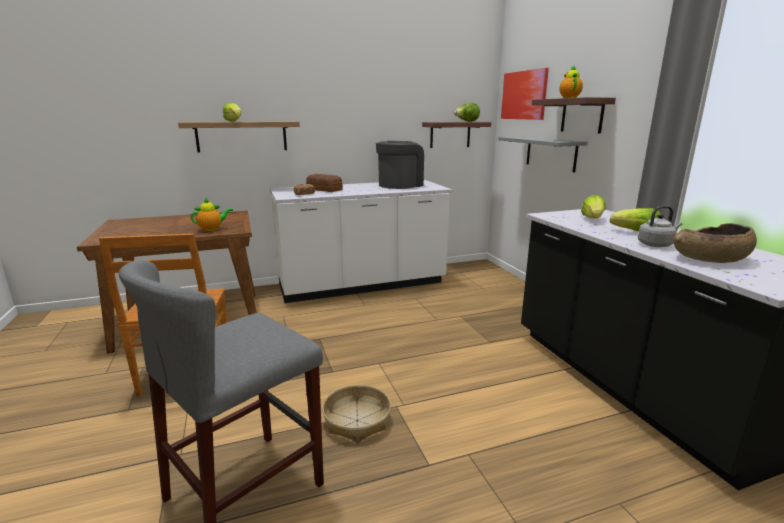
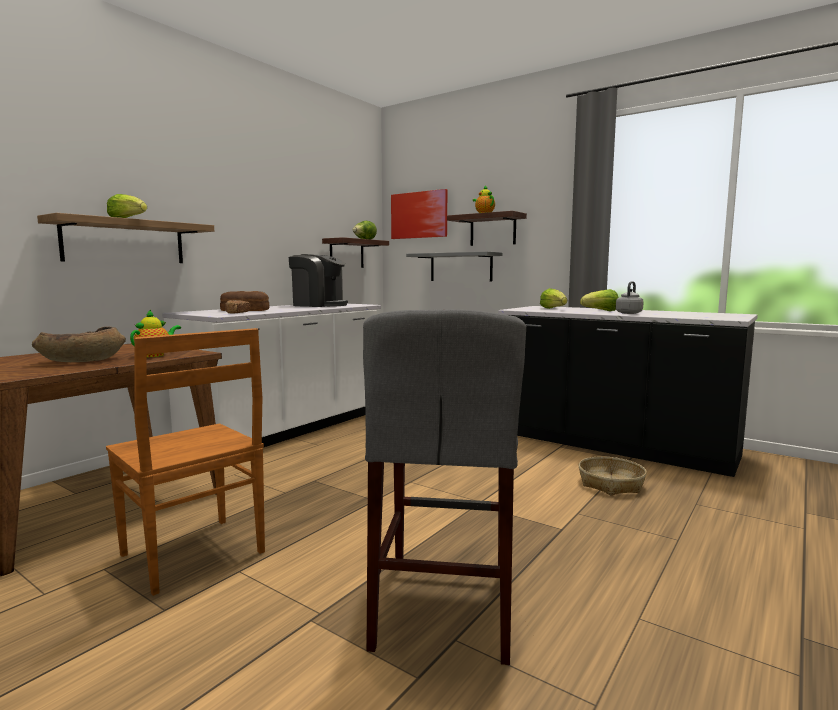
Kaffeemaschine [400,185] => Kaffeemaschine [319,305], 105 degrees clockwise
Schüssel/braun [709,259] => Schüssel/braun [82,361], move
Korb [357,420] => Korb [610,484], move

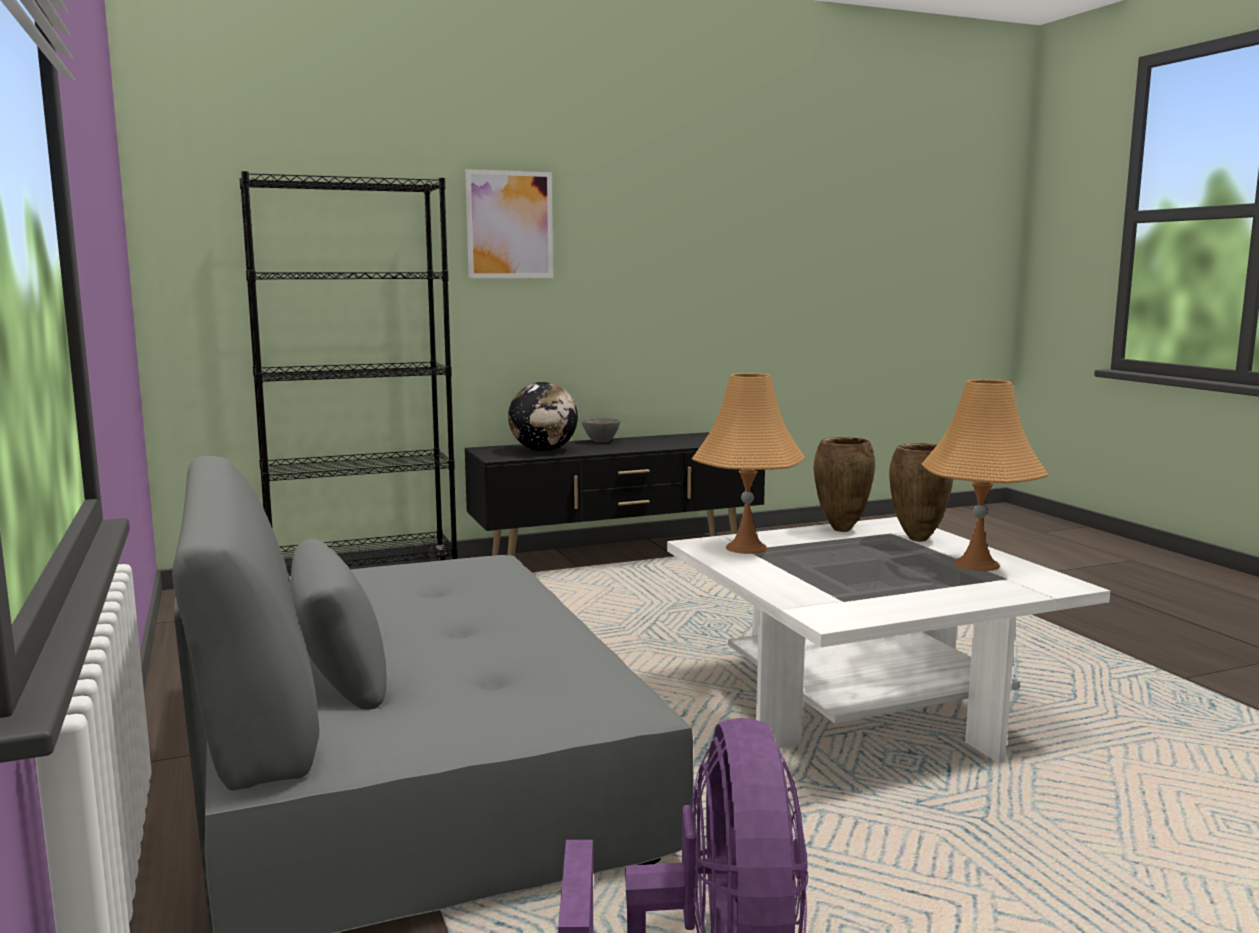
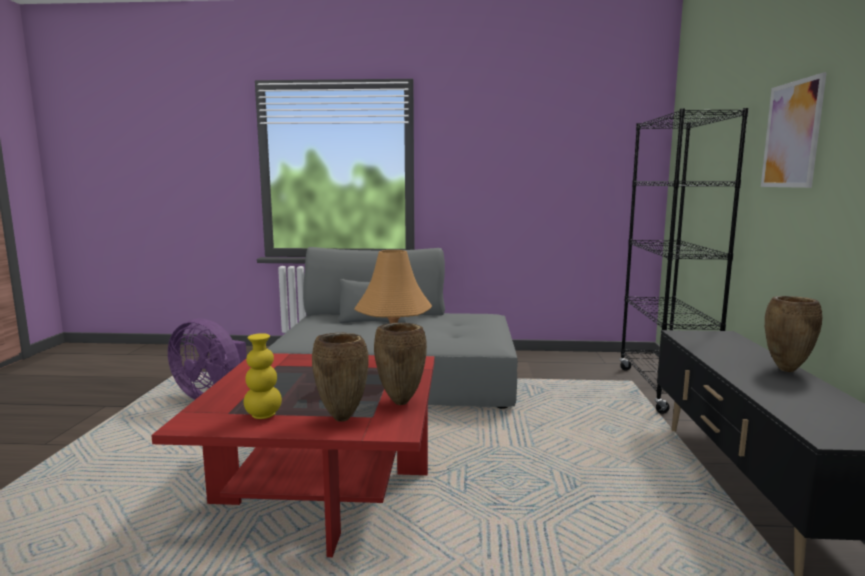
Tischlampe/orange [977,564] => Vase/gelb [263,415]
Globus [543,450] => nothing
Schüssel/grau [600,441] => Vase/braun [785,370]
Couchtisch/weiß [863,708] => Couchtisch/rot [323,488]

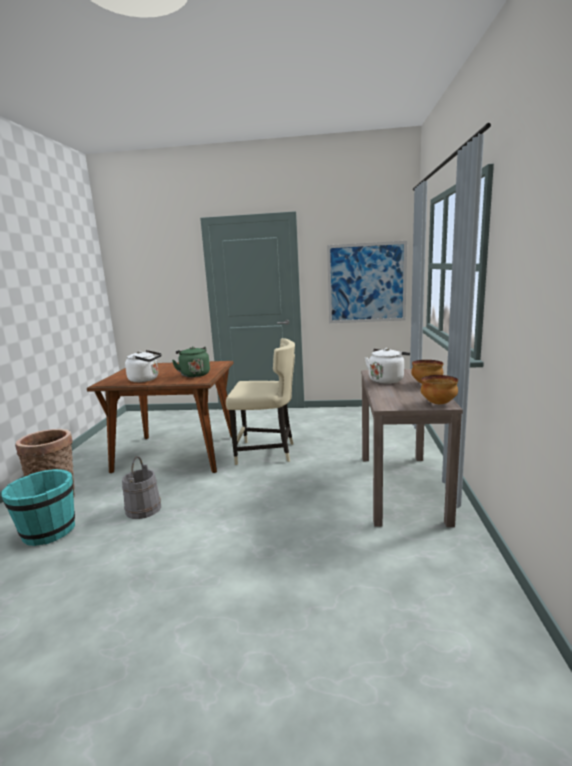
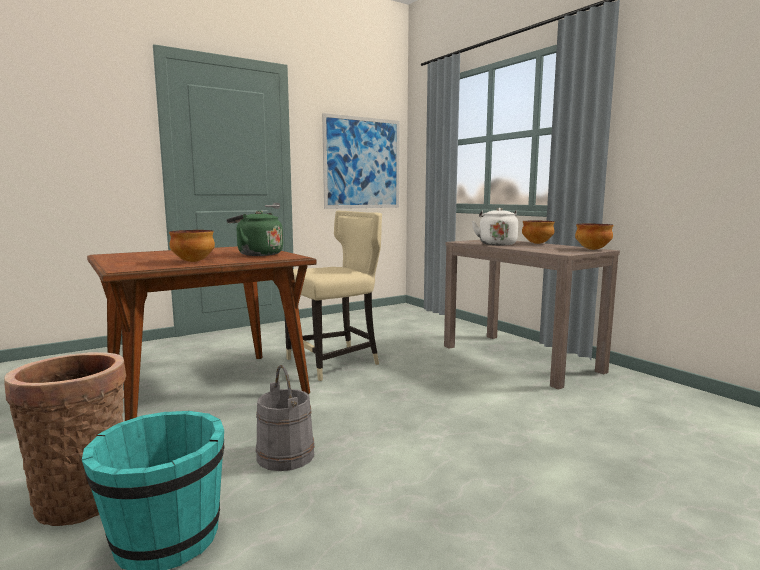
Wasserkessel/weiß [146,379] => Schüssel [194,261]

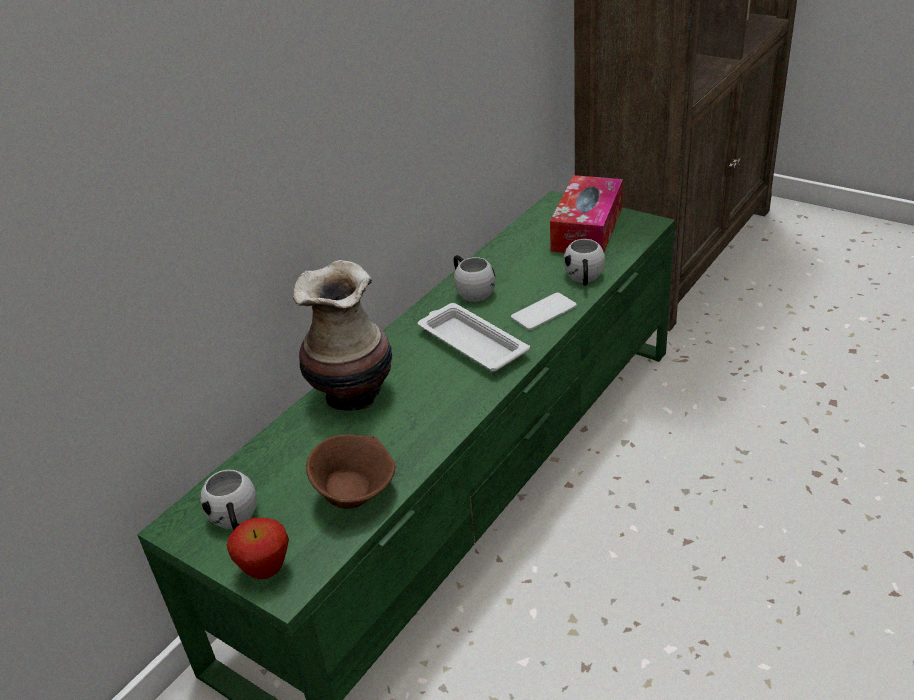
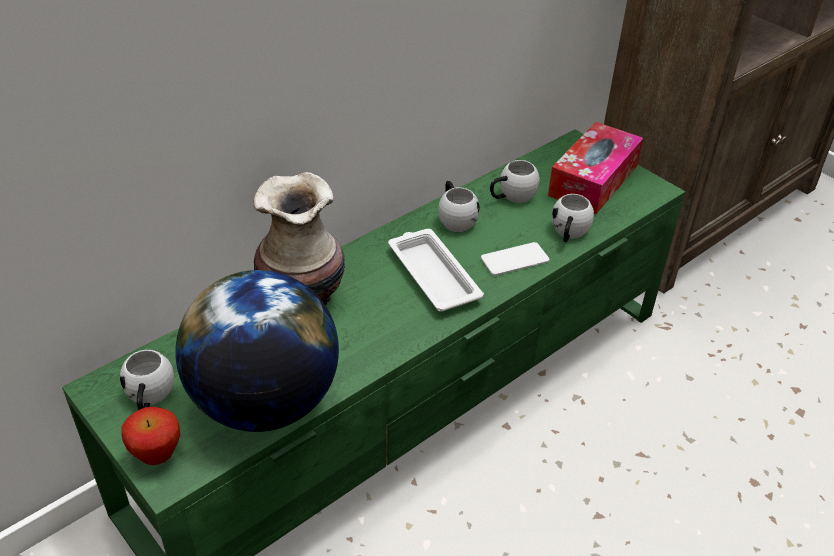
Schüssel/braun [355,495] => Globus [265,403]
nothing => Henkelbecher/weiß [511,197]

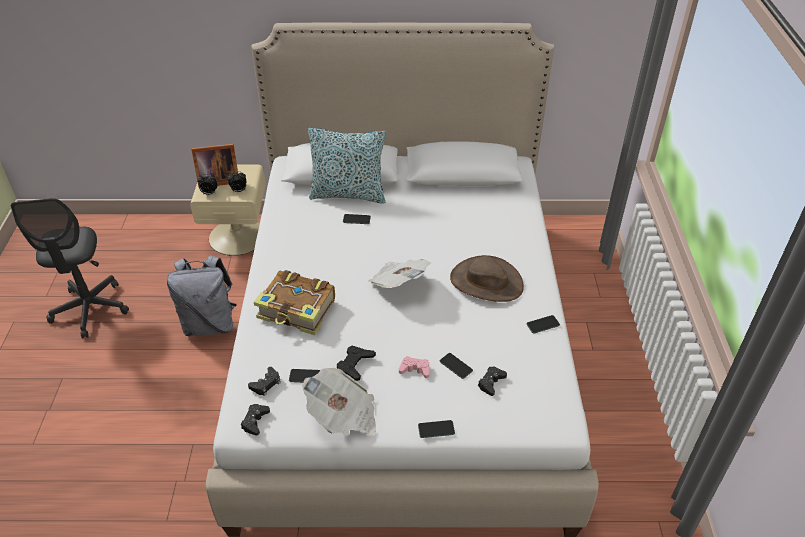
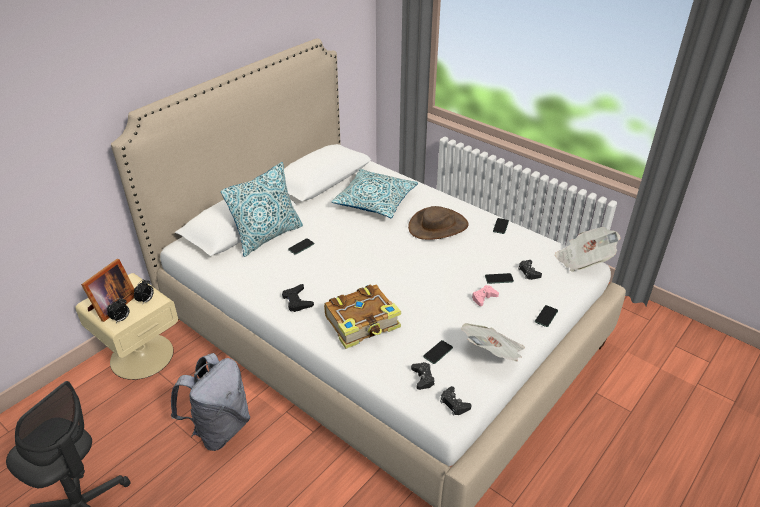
Zeitung [399,284] => Zeitung [583,260], move
Gamepad/schwarz [355,365] => Gamepad/schwarz [297,301], move
nothing => Kissen [375,201]

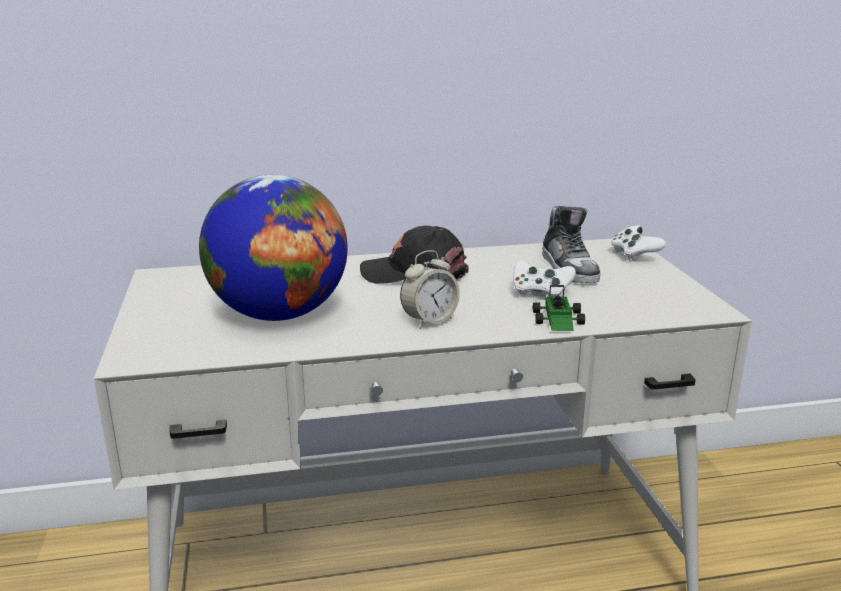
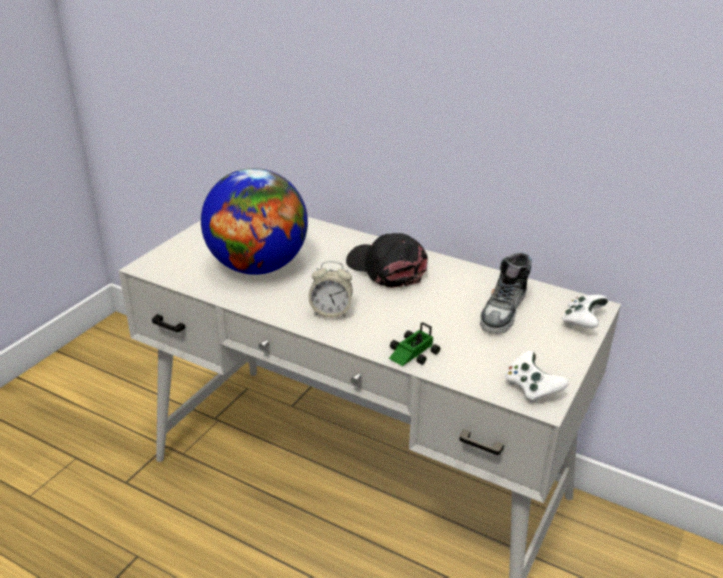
Gamepad/weiß [540,294] => Gamepad/weiß [531,389], move

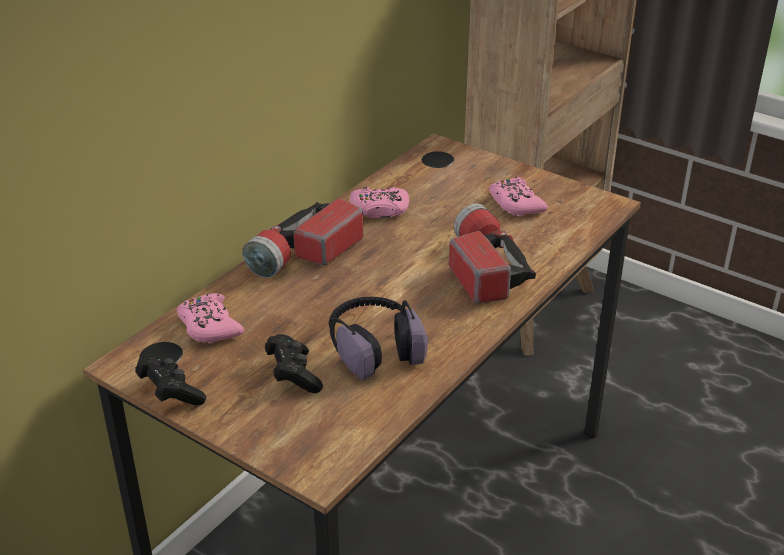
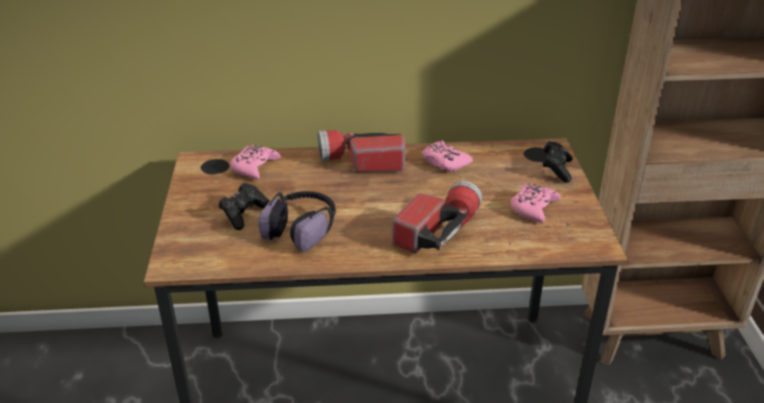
Gamepad/schwarz [170,392] => Gamepad/schwarz [556,169], move

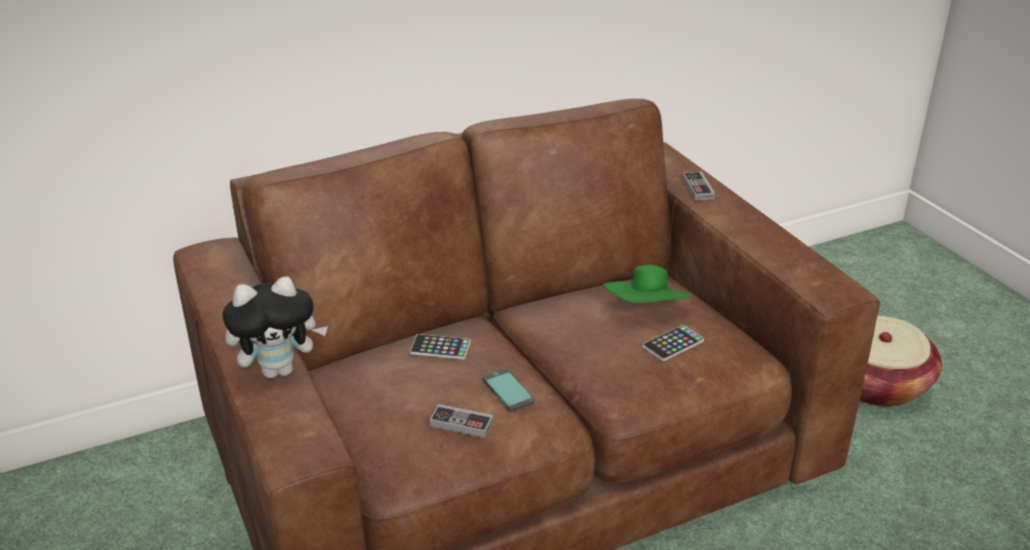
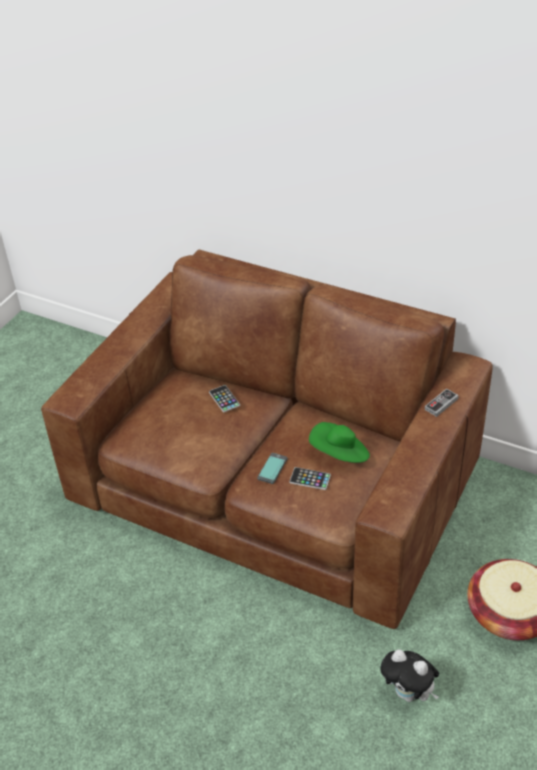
Plüschtier [279,370] => Plüschtier [409,693], move
Handy [507,391] => Handy [272,469], move
Gamepad [461,424] => nothing

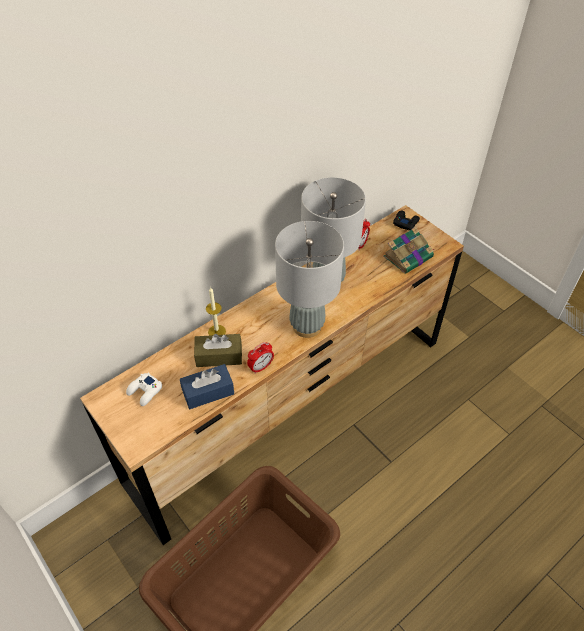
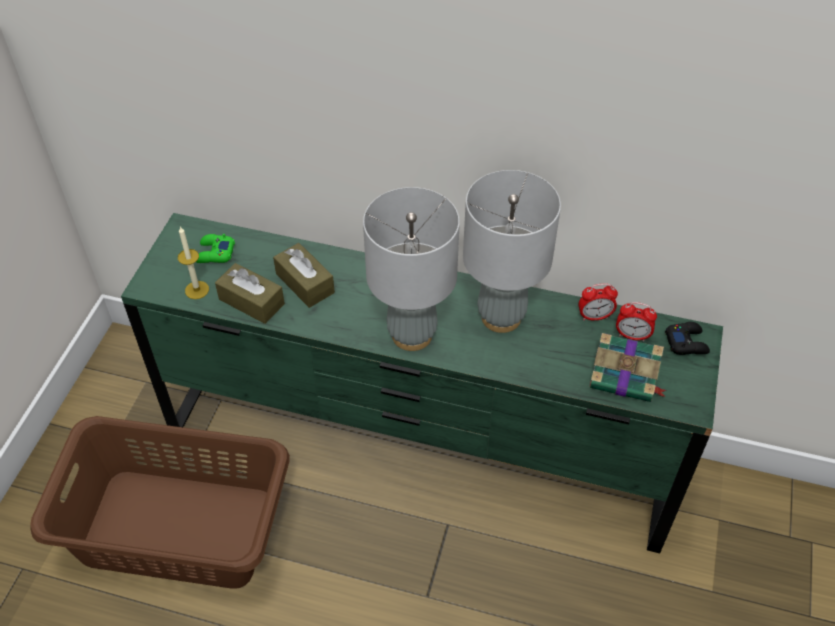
Kommode/braun [291,408] => Kommode/grün [417,446]
Kerze [217,331] => Kerze [197,290], move
Wecker [261,367] => Wecker [632,336], move
Taschentuchbox/blau [208,392] => Taschentuchbox/braun [251,301]
Gamepad/weiß [145,391] => Gamepad/grün [215,253]

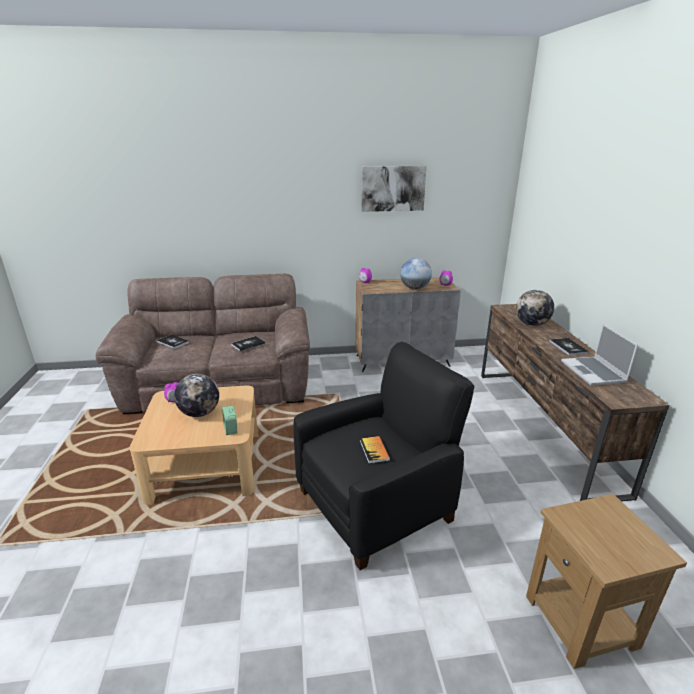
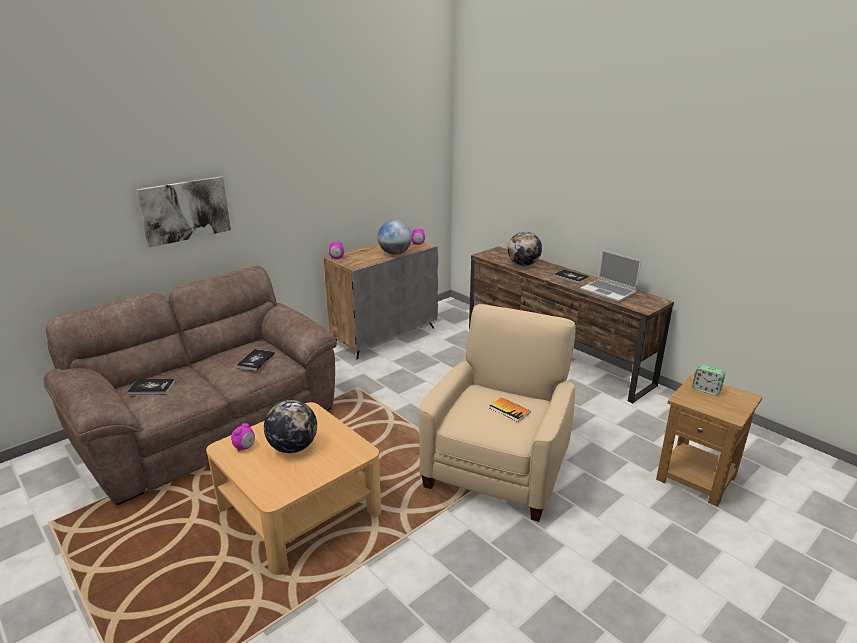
Bild [393,188] => Bild [185,210], move
Sessel/schwarz [377,504] => Sessel/beige [498,468]
Wecker [230,429] => Wecker [706,390], move

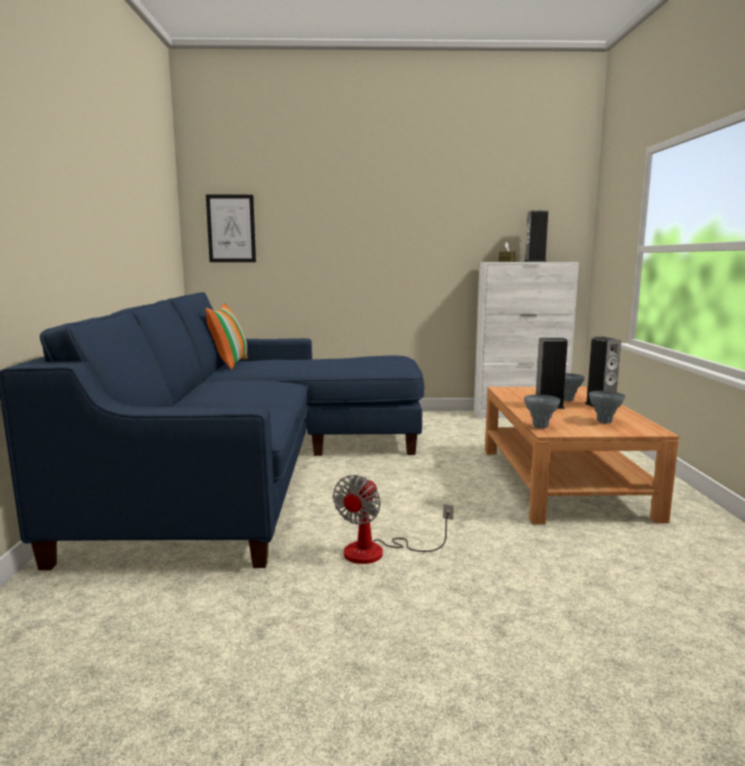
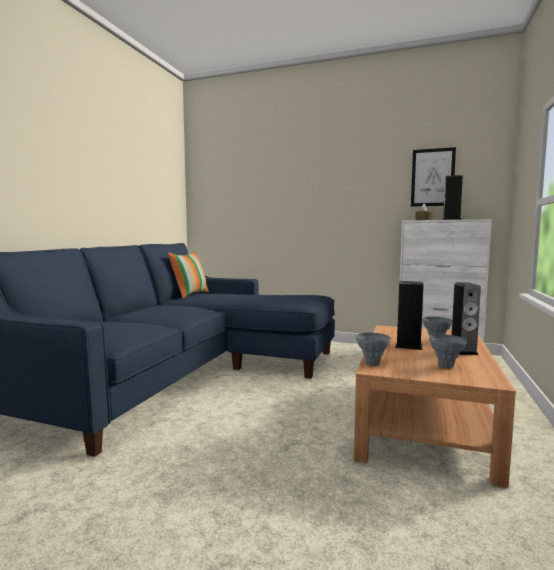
Bild [231,228] => Bild [432,177], move
Ventilator [378,552] => nothing

